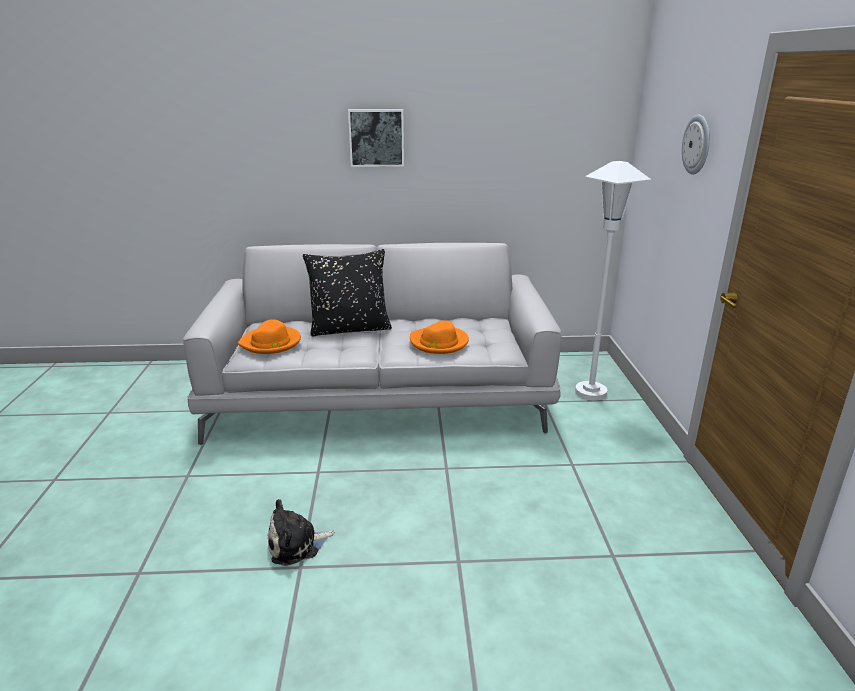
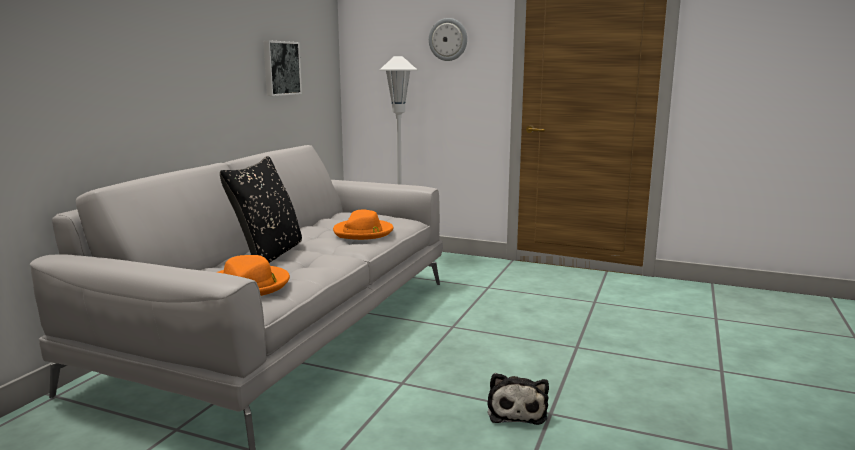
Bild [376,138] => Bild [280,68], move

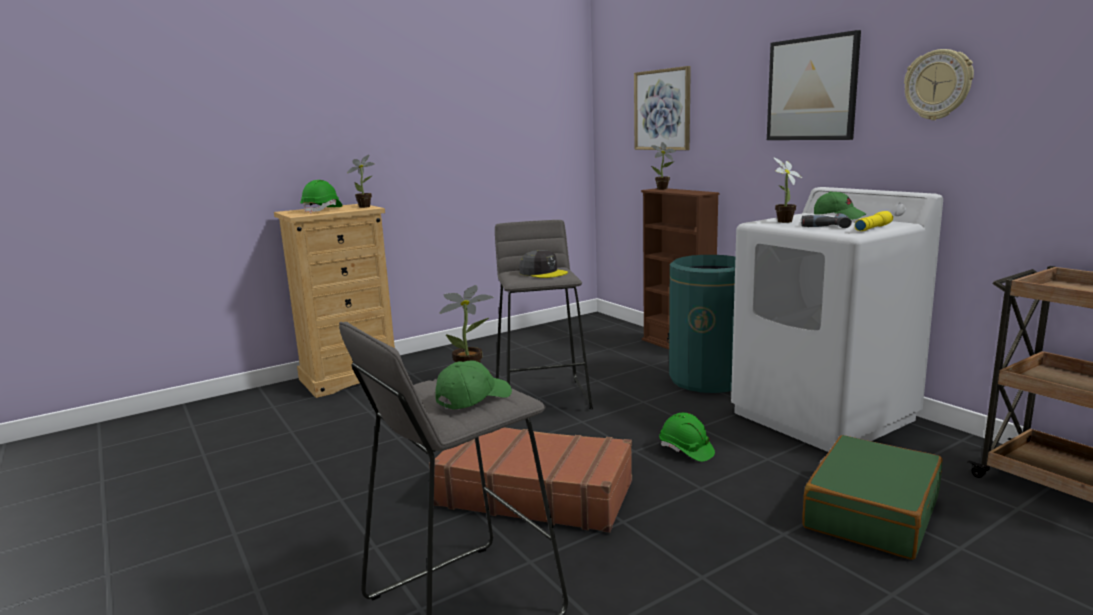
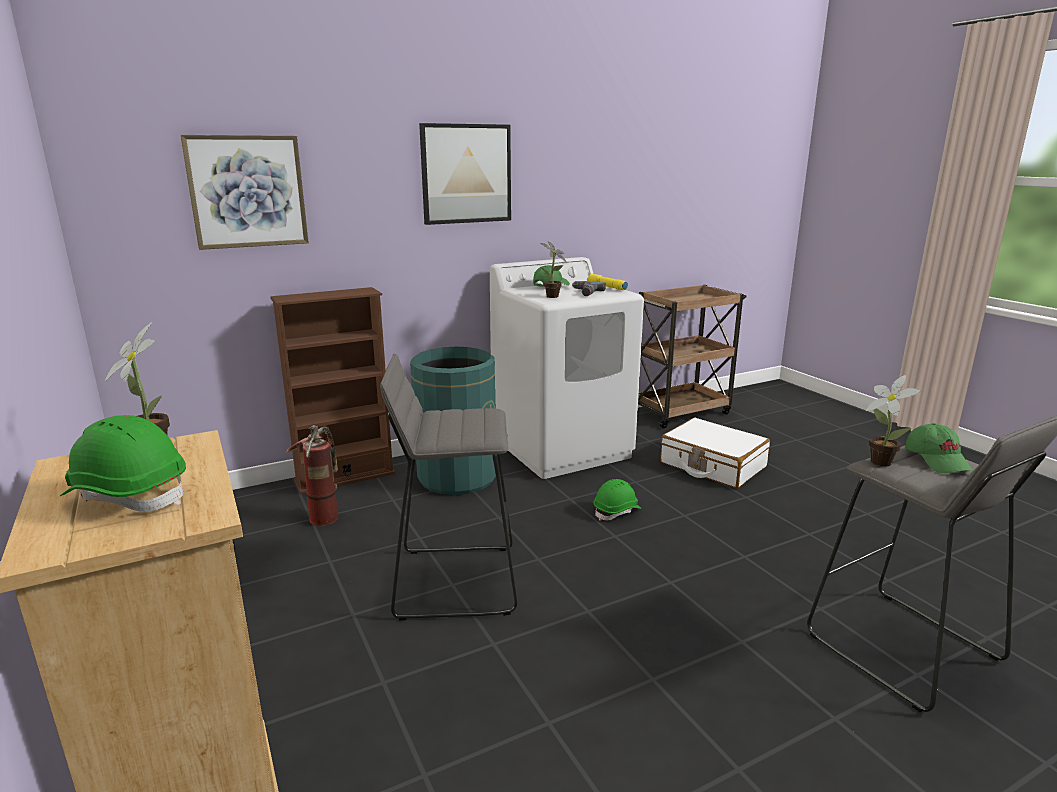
Wanduhr [938,85] => nothing
Topfpflanze [663,189] => nothing
Kappe/grau [543,273] => nothing
Kappe/grün [473,398] => Kappe/grün [937,460], 150 degrees counterclockwise
Koffer/braun [534,493] => nothing
Koffer/grün [870,512] => Koffer/weiß [712,465]
nothing => Feuerlöscher [324,513]

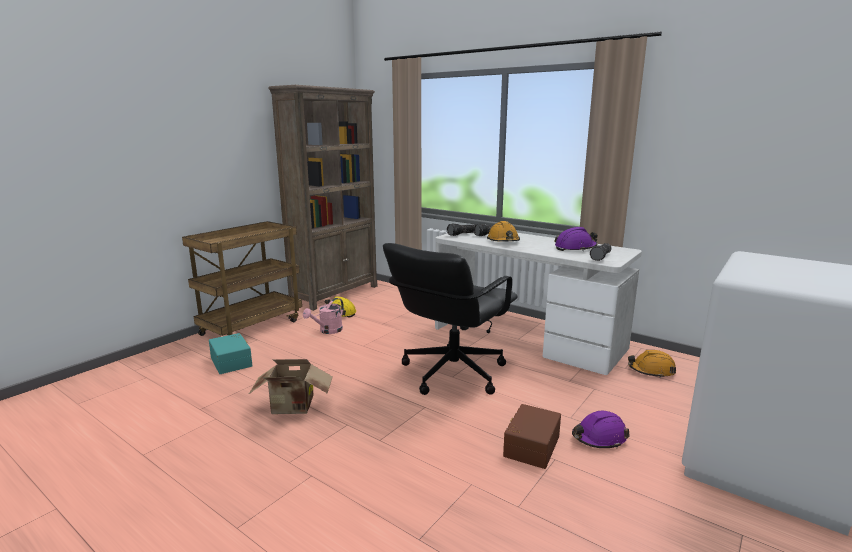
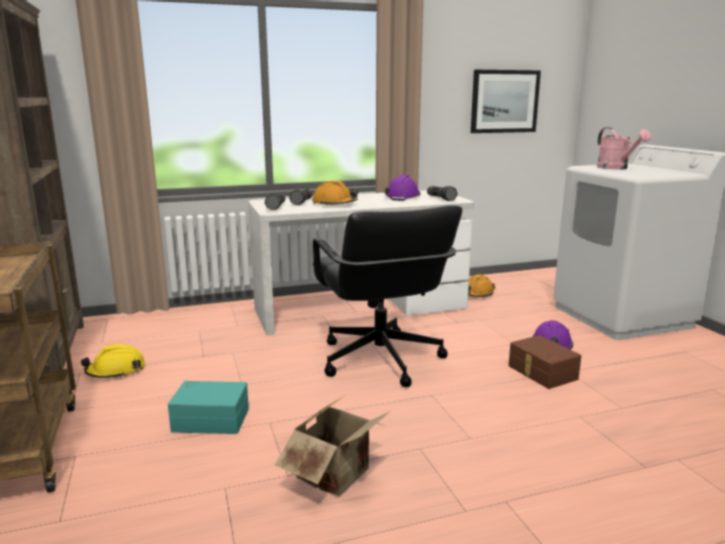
Gießkanne/rosa [328,331] => Gießkanne/rosa [616,168], move
Aufbewahrungsbox/türkis [232,361] => Aufbewahrungsbox/türkis [211,419], move
nothing => Bild [504,101]

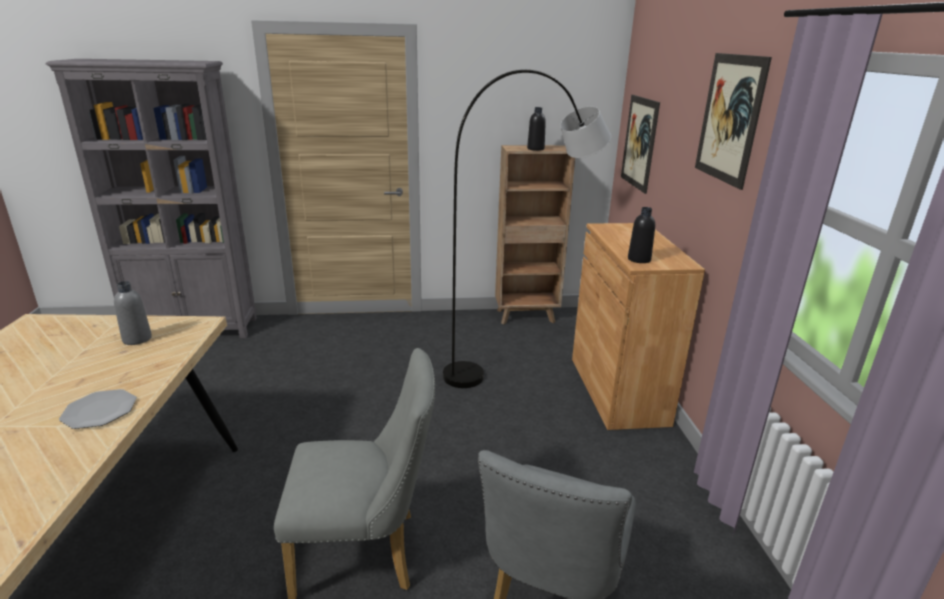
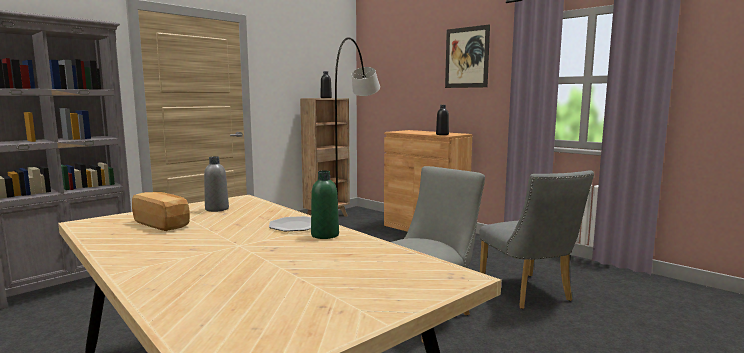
Bild [639,143] => nothing
nothing => Flasche/grün [325,235]
nothing => Brot [162,224]

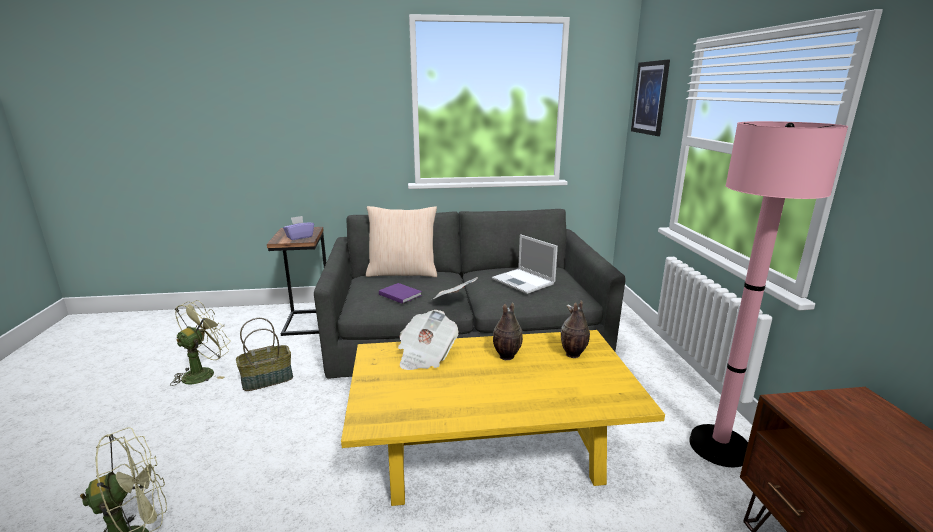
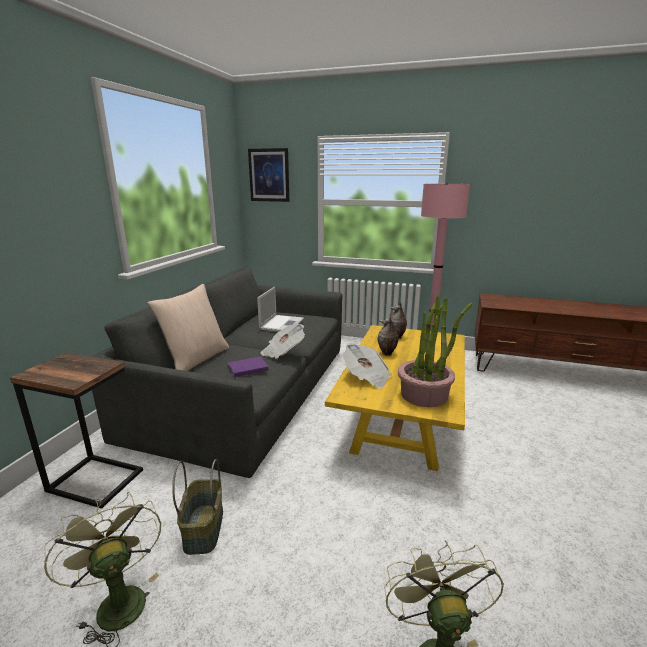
Taschentuchbox/lila [299,237] => nothing
Laptop [524,281] => Laptop [282,323], 60 degrees counterclockwise
nothing => Topfpflanze [424,395]

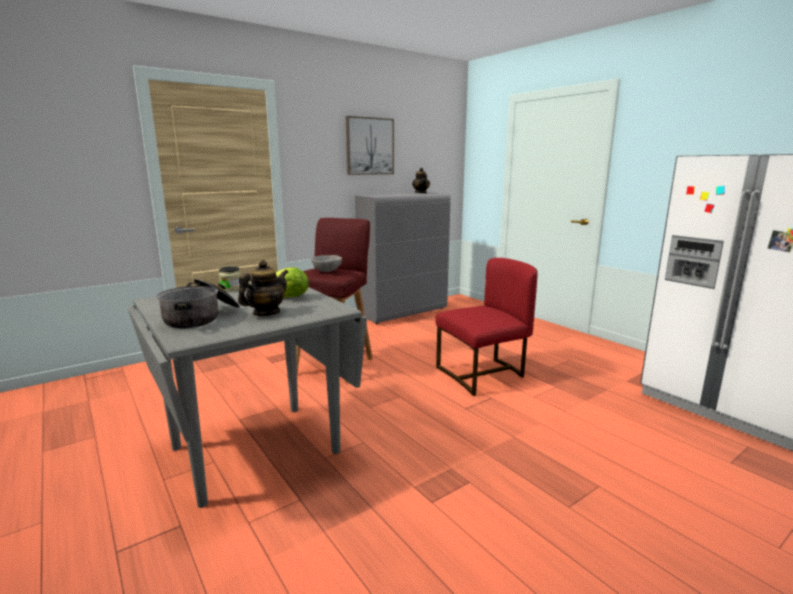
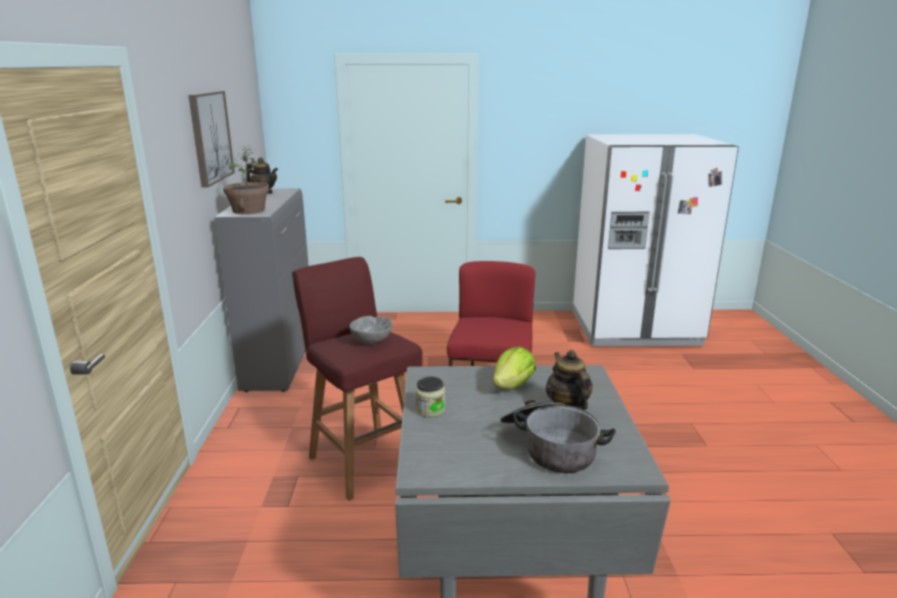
nothing => Topfpflanze [248,210]

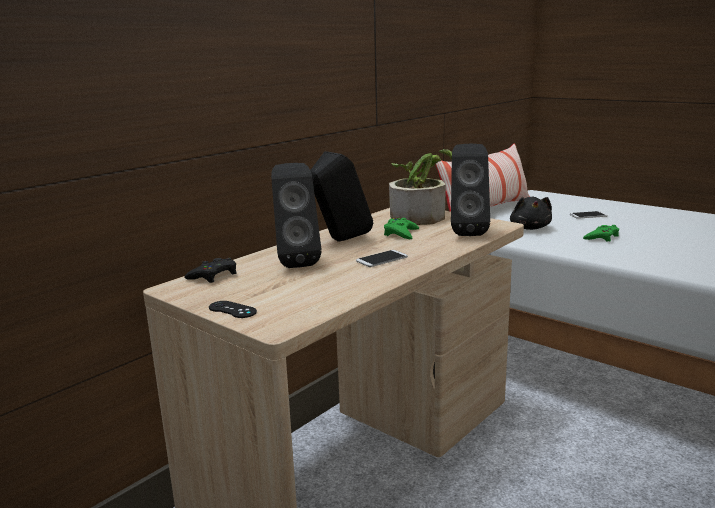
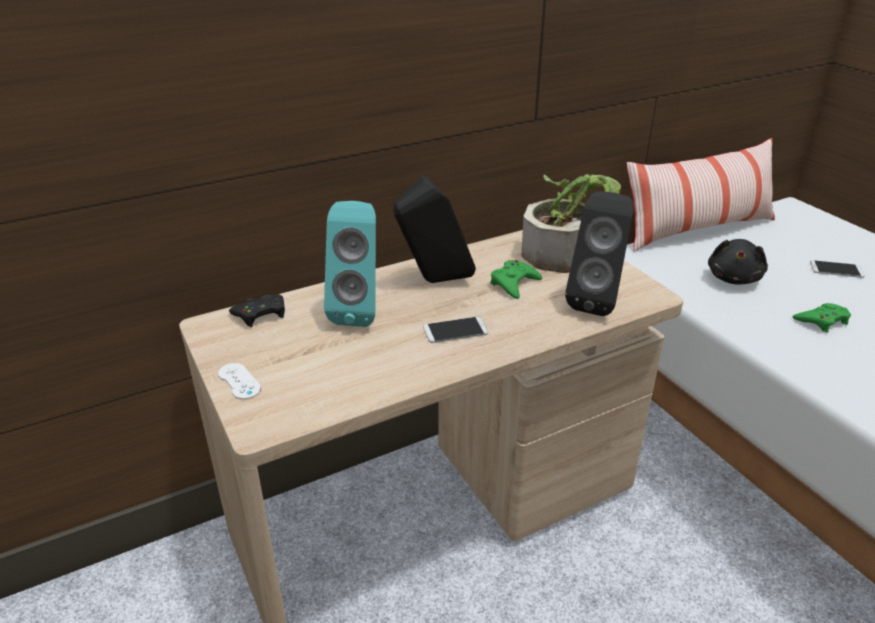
Lautsprecher/schwarz [296,262] => Lautsprecher/türkis [359,311]
Gamepad/schwarz [232,310] => Gamepad/weiß [239,381]

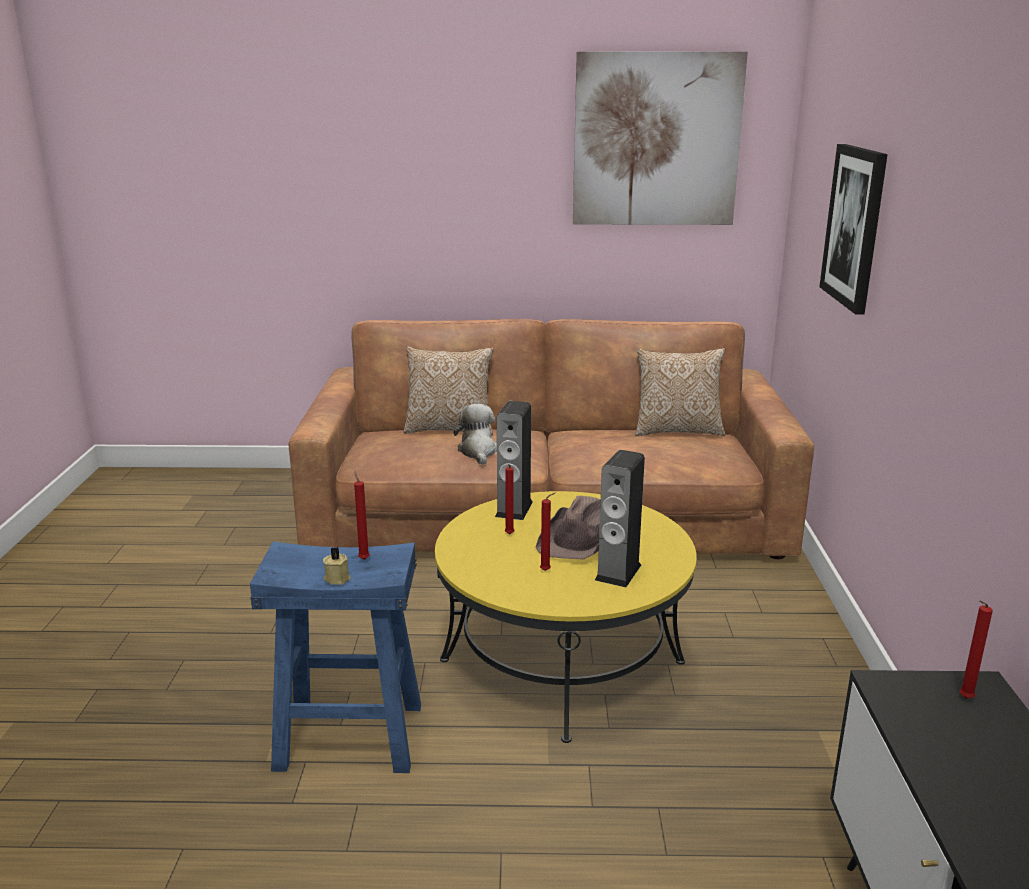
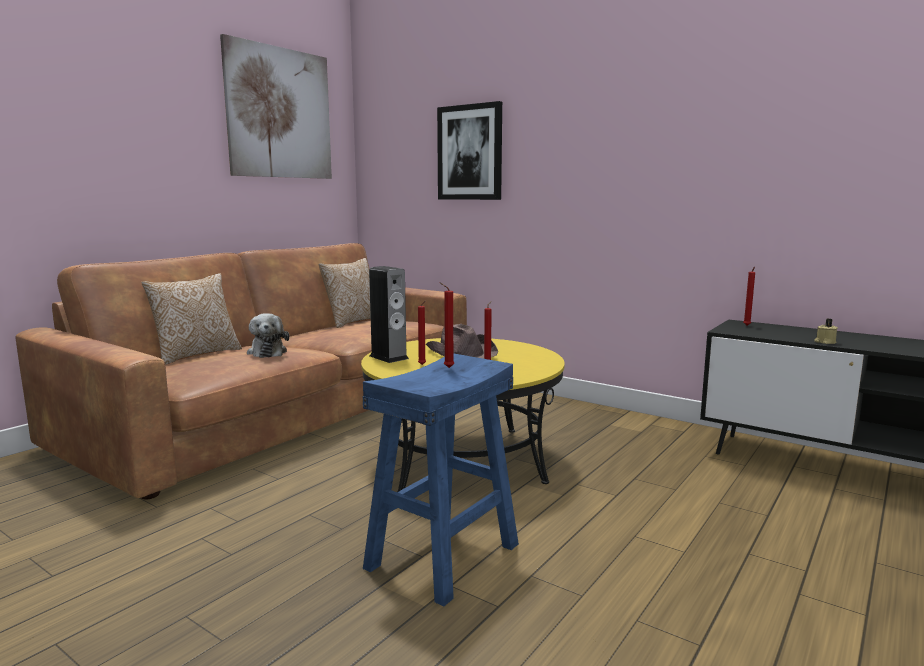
Plüschtier [478,451] => Plüschtier [267,352], 135 degrees counterclockwise
Lautsprecher [618,572] => nothing
Kerze/beige [337,578] => Kerze/beige [825,342], move

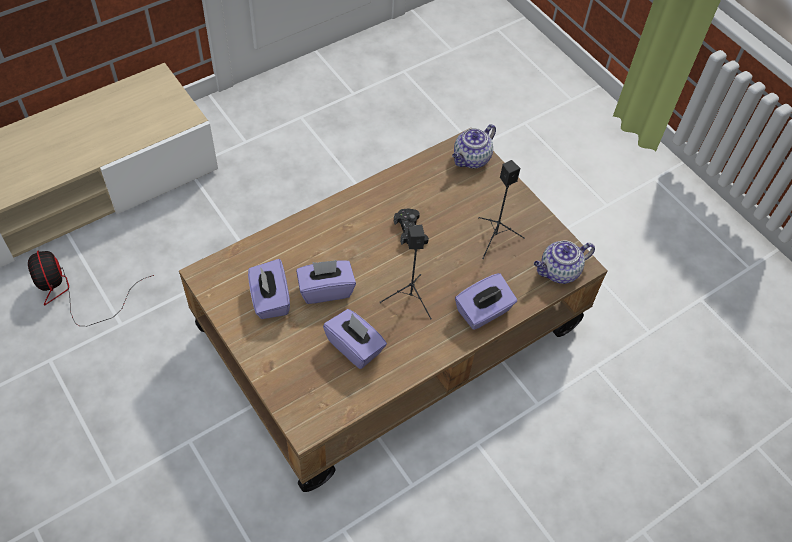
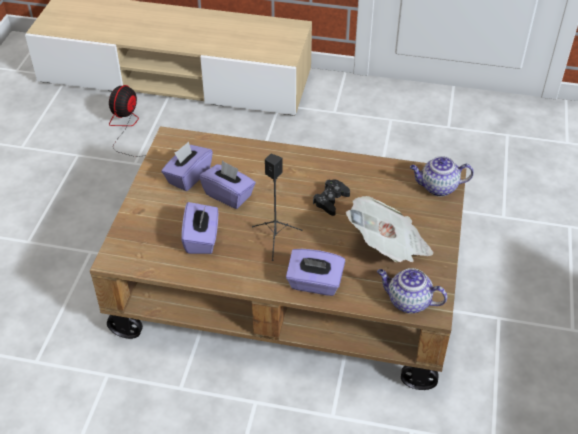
Lautsprecher/schwarz [496,237] => Zeitung [388,246]

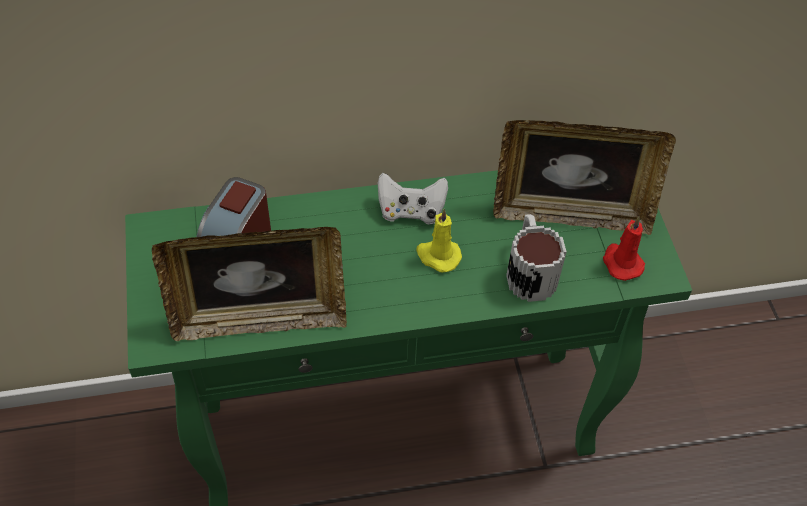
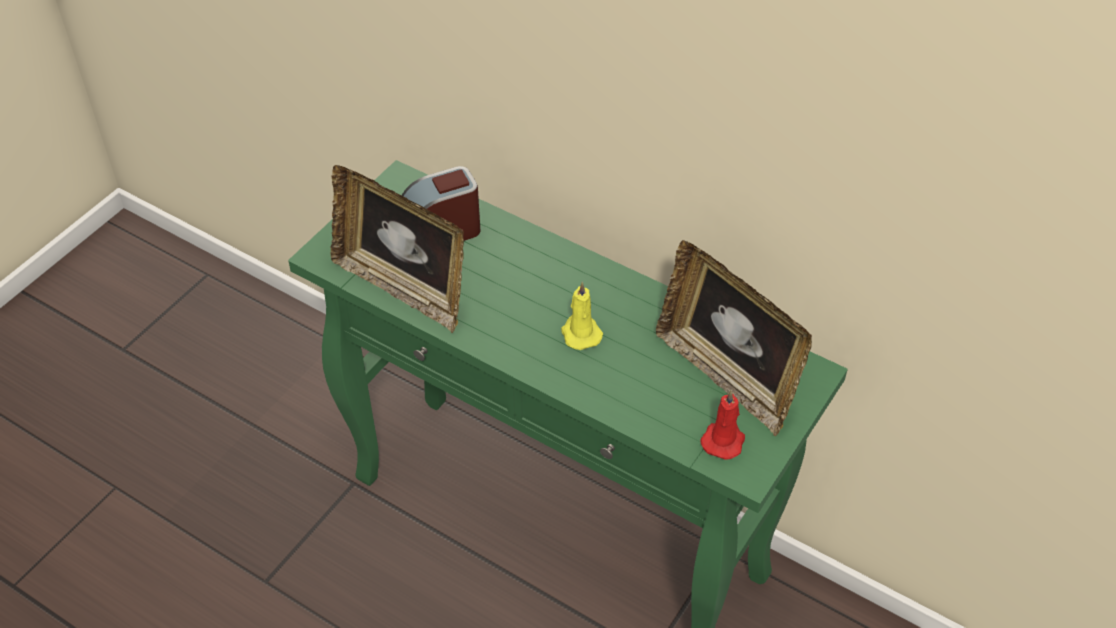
Gamepad/weiß [411,211] => nothing
Henkelbecher [529,270] => nothing

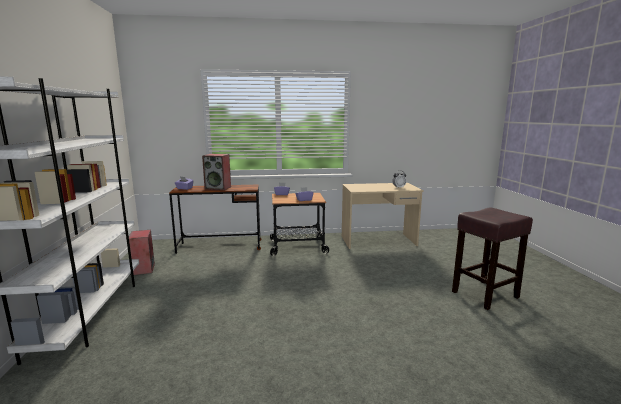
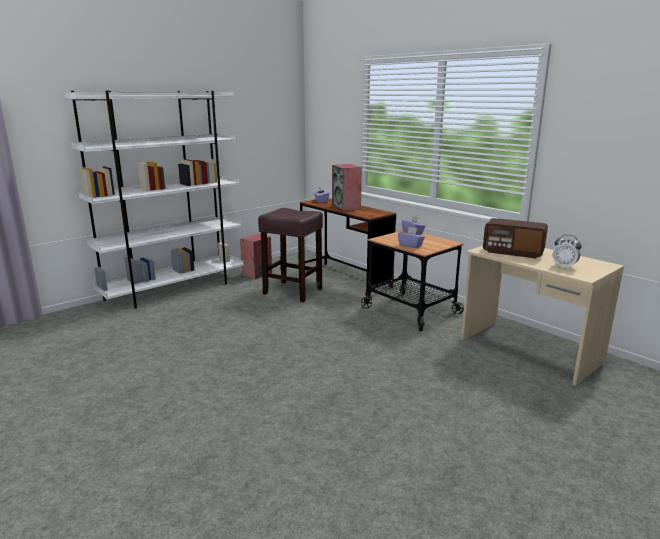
Hocker/braun [484,295] => Hocker/braun [292,291], move
nothing => Radio [513,252]

